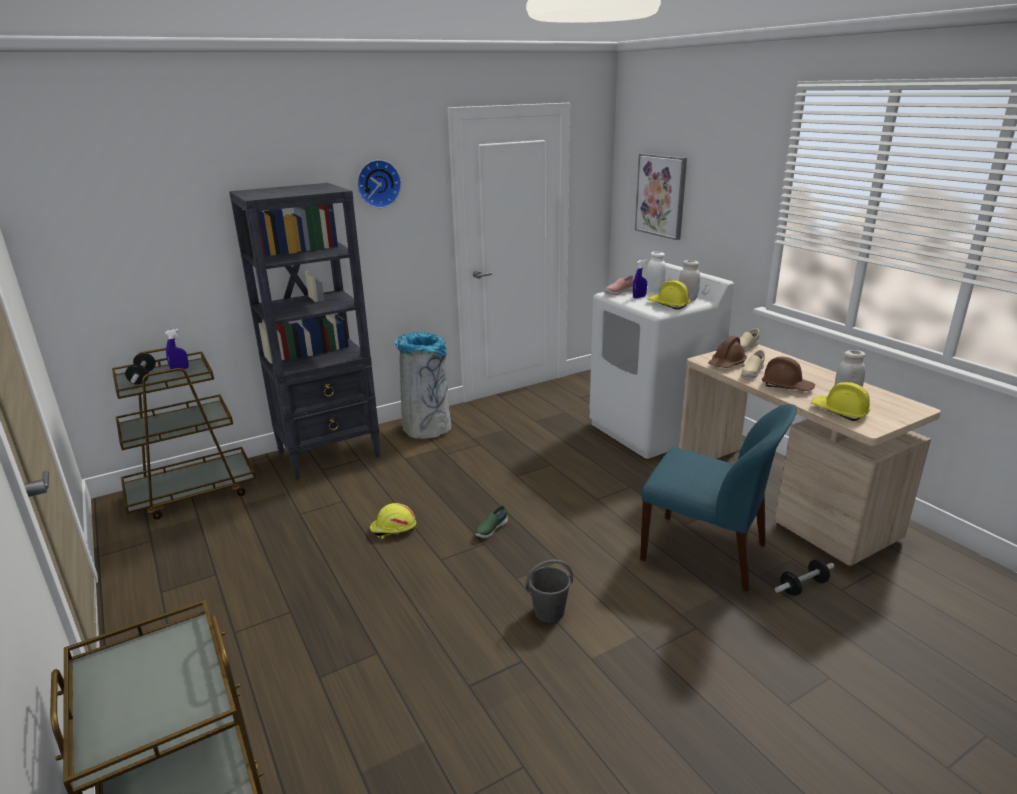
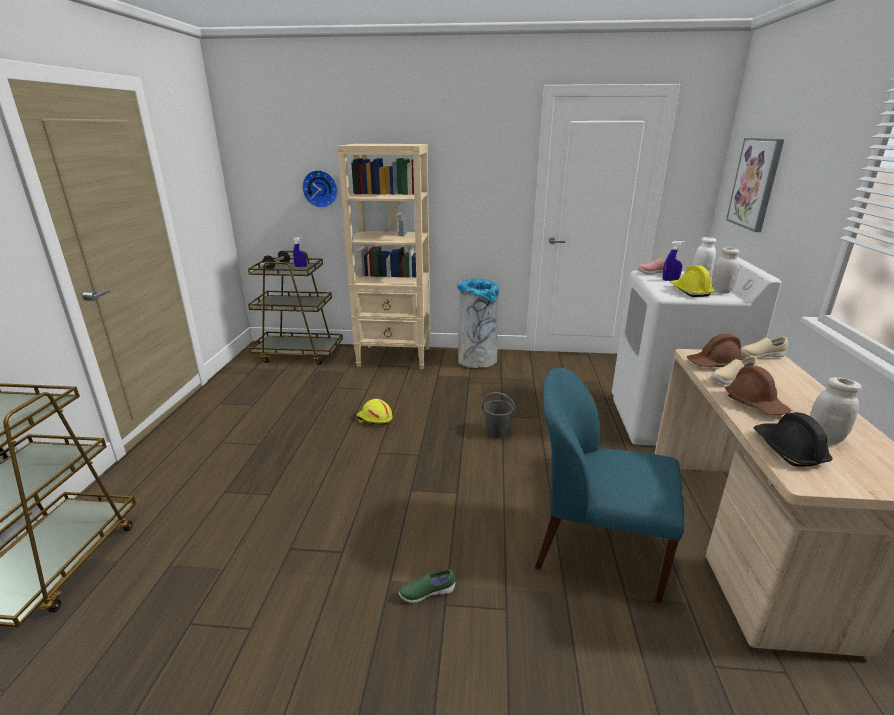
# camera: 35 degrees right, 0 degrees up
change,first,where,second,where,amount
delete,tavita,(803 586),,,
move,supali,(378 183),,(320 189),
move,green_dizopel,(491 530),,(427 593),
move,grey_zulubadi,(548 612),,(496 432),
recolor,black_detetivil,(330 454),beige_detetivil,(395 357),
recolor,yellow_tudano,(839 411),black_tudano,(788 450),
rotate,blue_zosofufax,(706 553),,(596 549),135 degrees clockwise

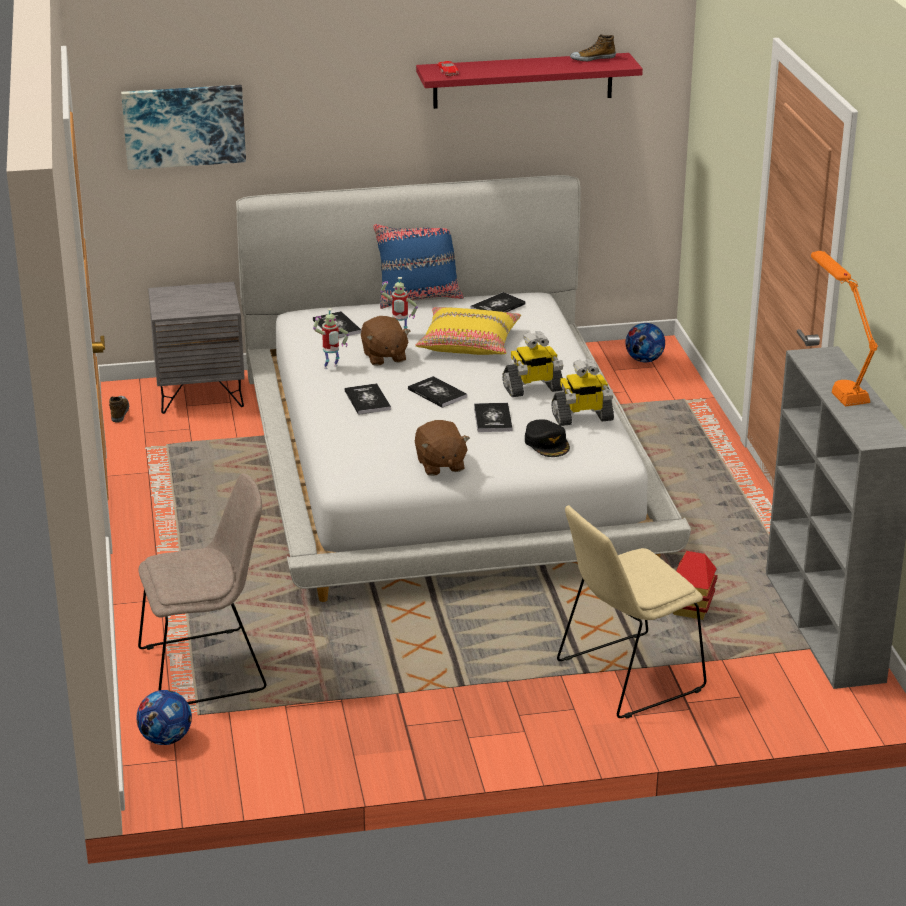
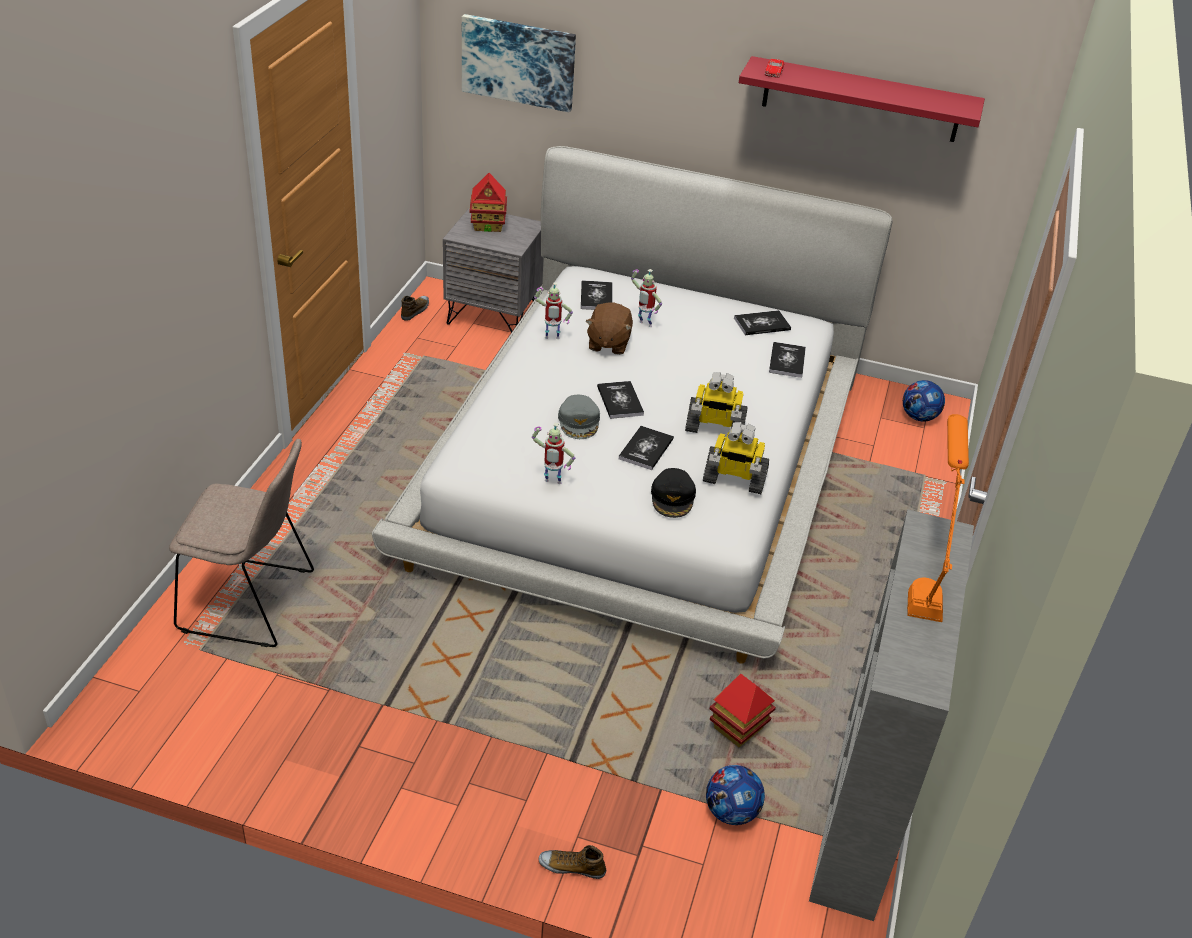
# camera: 25 degrees right, 10 degrees up
change,first,where,second,where,amount
delete,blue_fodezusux,(418 298),,,
delete,yellow_fodezusux,(469 343),,,
delete,beige_zosofufax,(625 677),,,
insert,,,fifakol,(488 225),
insert,,,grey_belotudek,(579 421),
move,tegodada,(166 739),,(731 812),
move,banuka,(367 400),,(787 361),
move,dizopel,(592 58),,(572 867),
replace,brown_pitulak,(440 465),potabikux,(552 483),

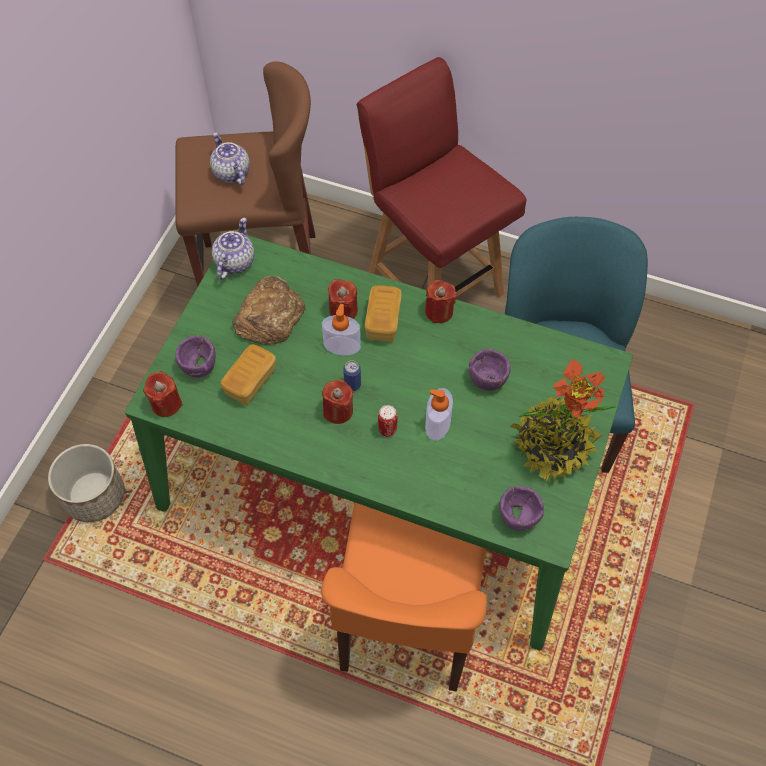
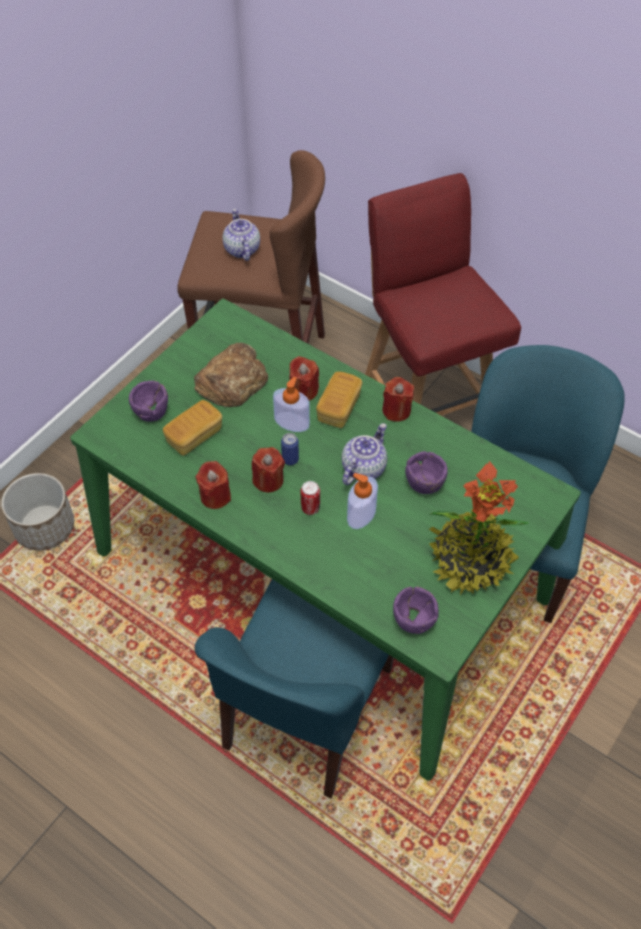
# camera: 15 degrees right, 5 degrees down
change,first,where,second,where,amount
move,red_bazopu,(166 404),,(215 496),
move,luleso,(234 262),,(363 467),
recolor,orange_zosofufax,(408 614),blue_zosofufax,(306 711),

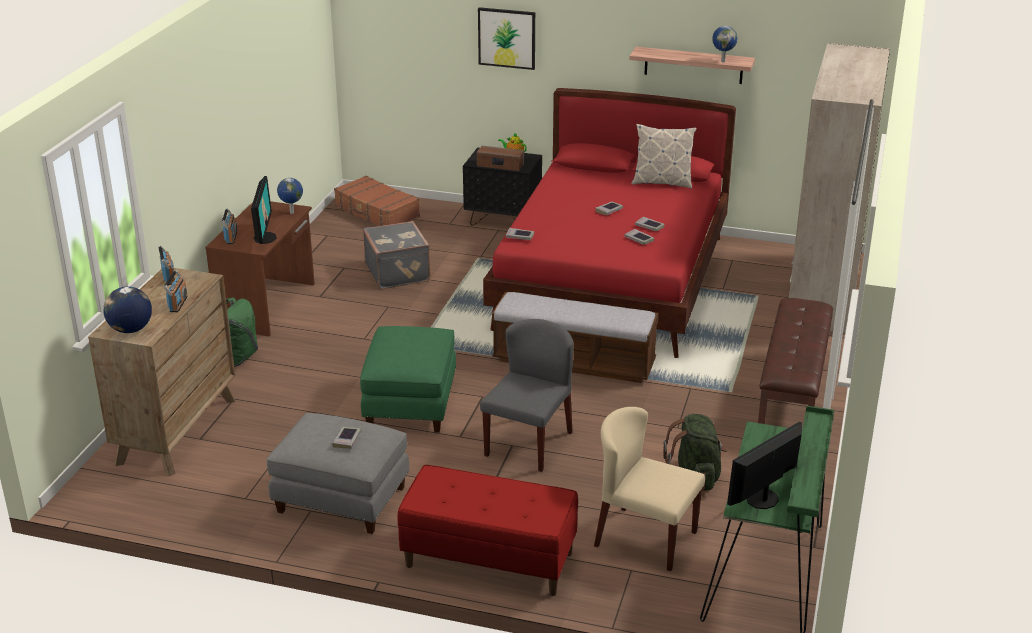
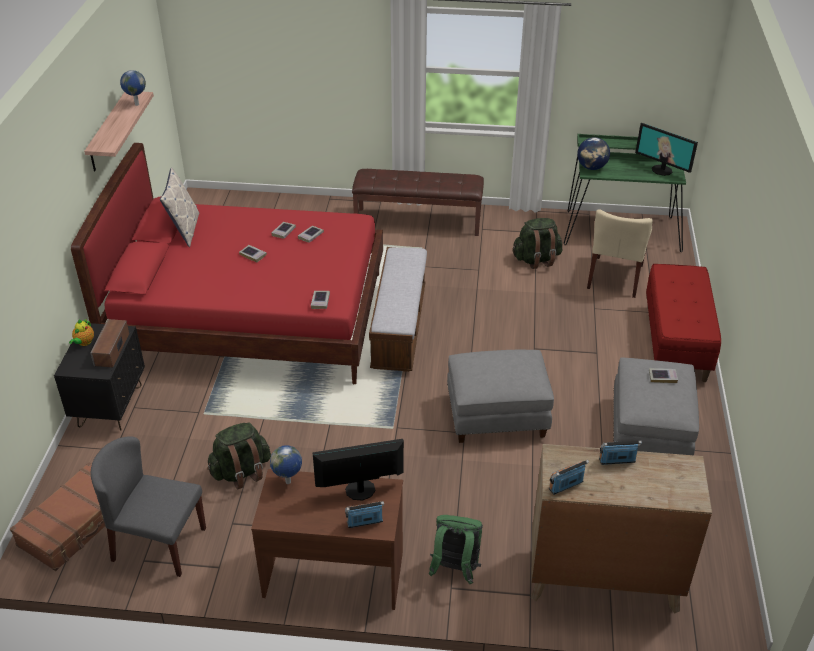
# camera: 100 degrees left, 10 degrees up
change,first,where,second,where,amount
delete,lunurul,(507 38),,,
delete,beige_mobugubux,(824 291),,,
move,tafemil,(130 330),,(591 167),
move,grey_zosofufax,(528 443),,(158 544),
replace,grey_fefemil,(398 272),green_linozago,(241 472),
recolor,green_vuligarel,(411 404),grey_vuligarel,(497 415),

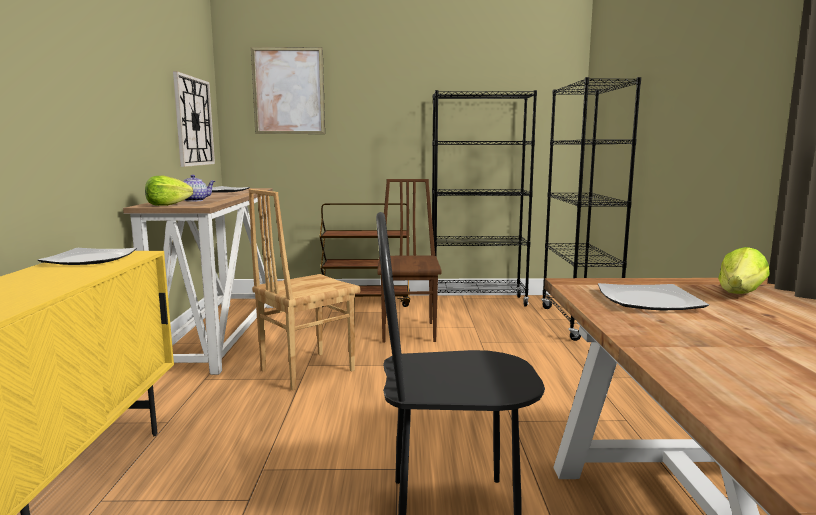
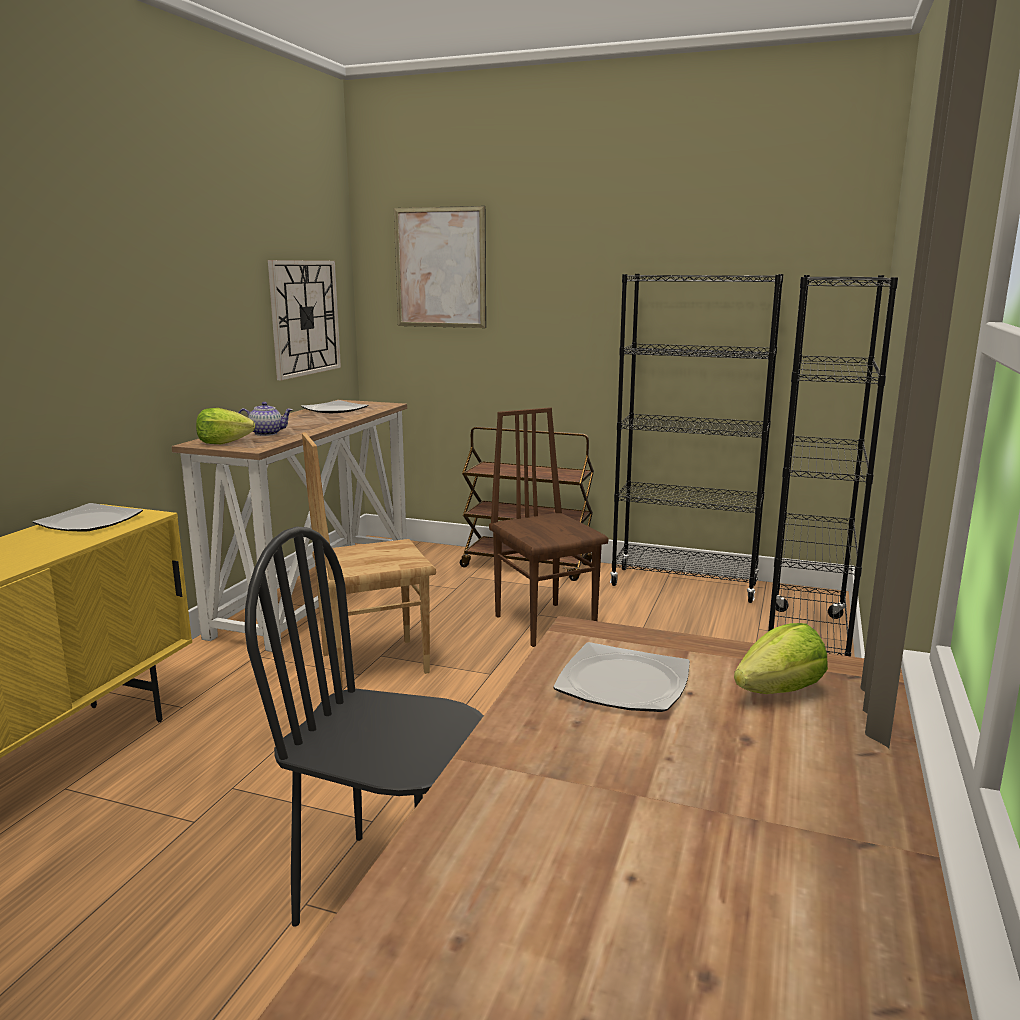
# camera: 20 degrees right, 5 degrees up
change,first,where,second,where,amount
rotate,brown_zosofufax,(409 332),,(546 623),45 degrees counterclockwise

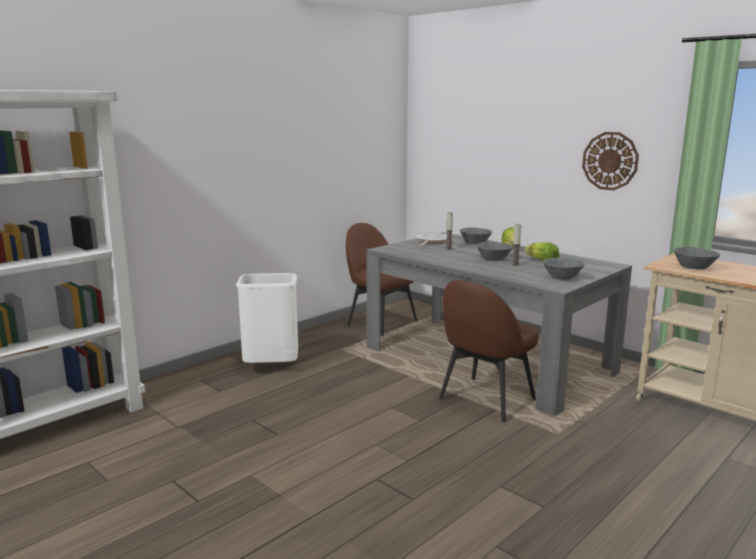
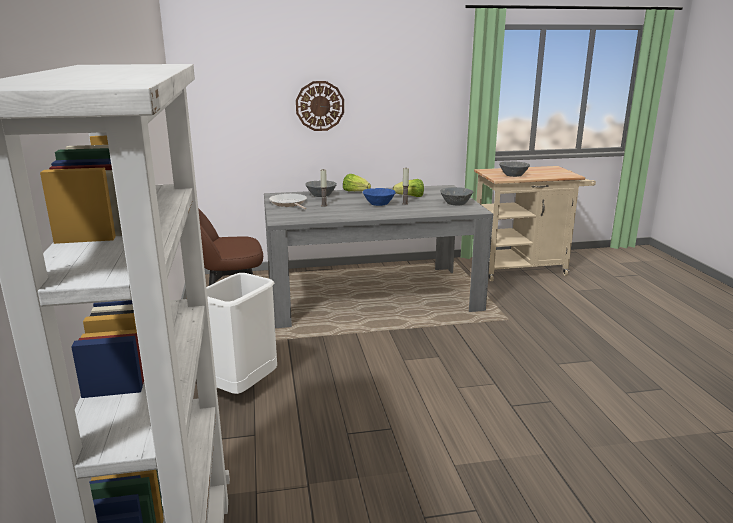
# camera: 55 degrees left, 5 degrees up
change,first,where,second,where,amount
delete,brown_zosofufax,(485 400),,,
move,supali,(610 161),,(320 106),
recolor,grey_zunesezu,(493 259),blue_zunesezu,(379 204),

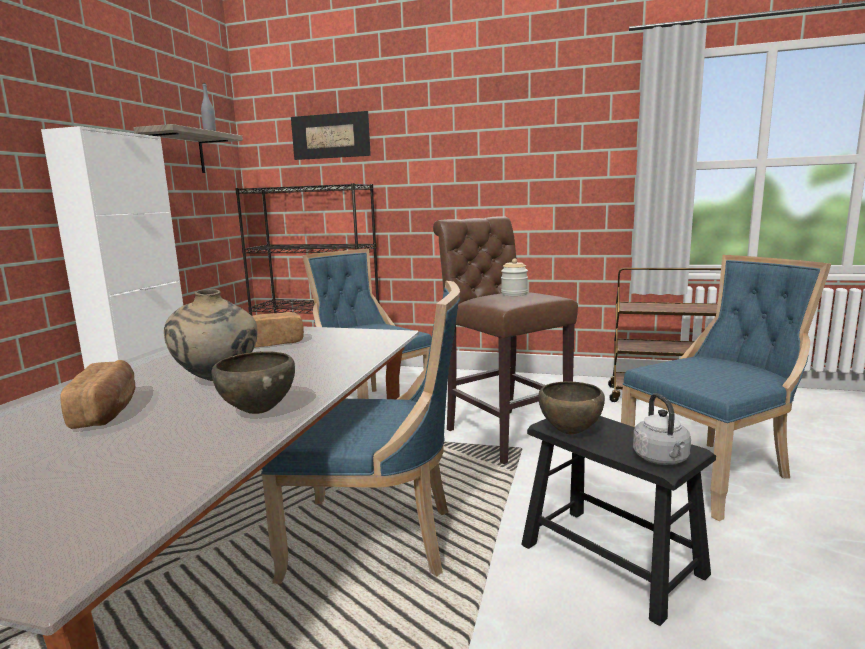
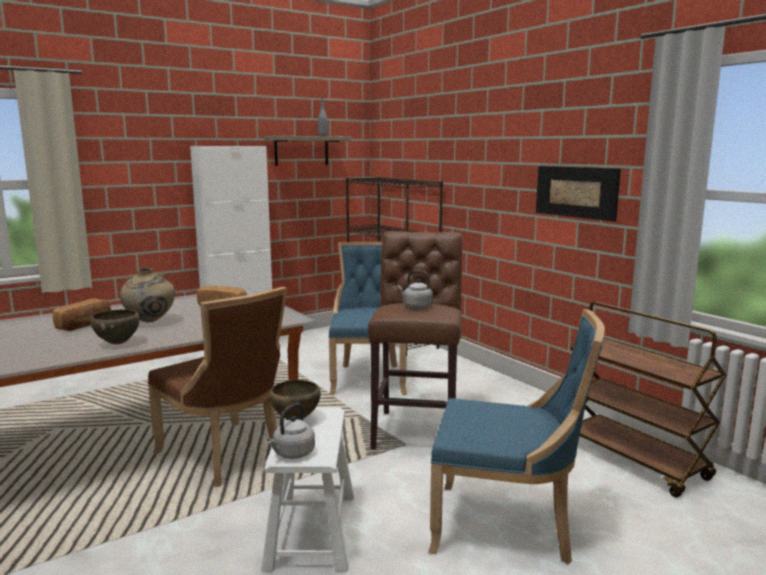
# camera: 40 degrees right, 0 degrees up
change,first,where,second,where,amount
move,lunurul,(330 136),,(575 192),
replace,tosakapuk,(514 294),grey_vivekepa,(416 306),
recolor,blue_zosofufax,(377 540),brown_zosofufax,(225 456),
recolor,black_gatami,(611 559),white_gatami,(312 530),

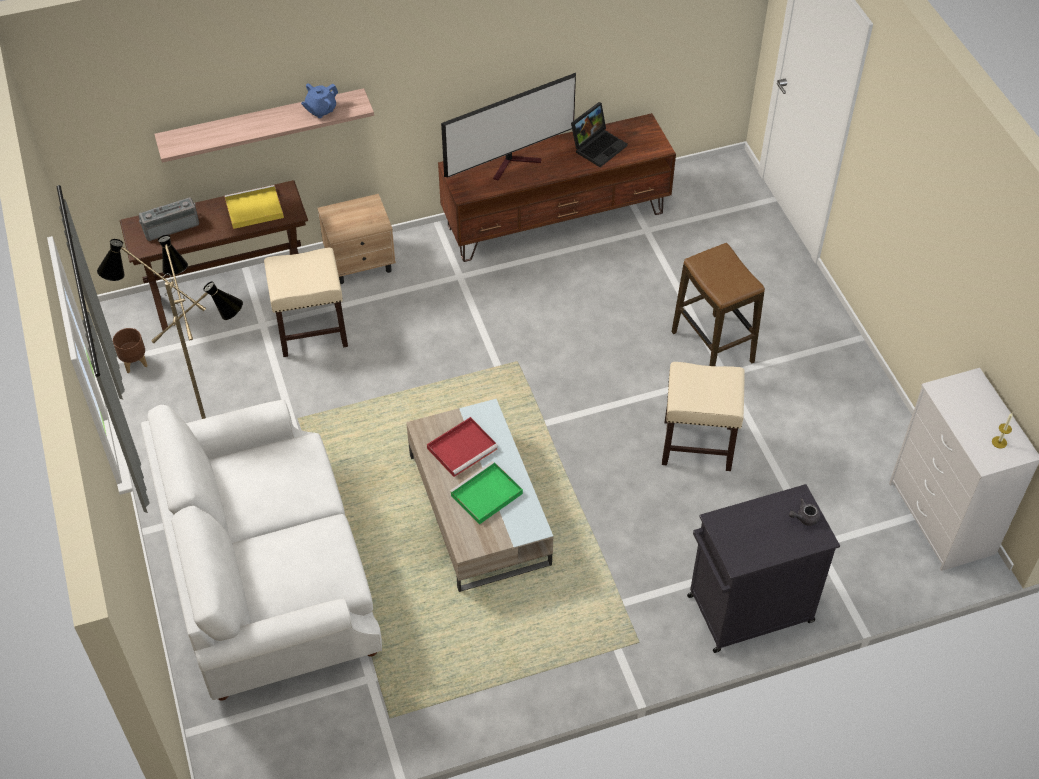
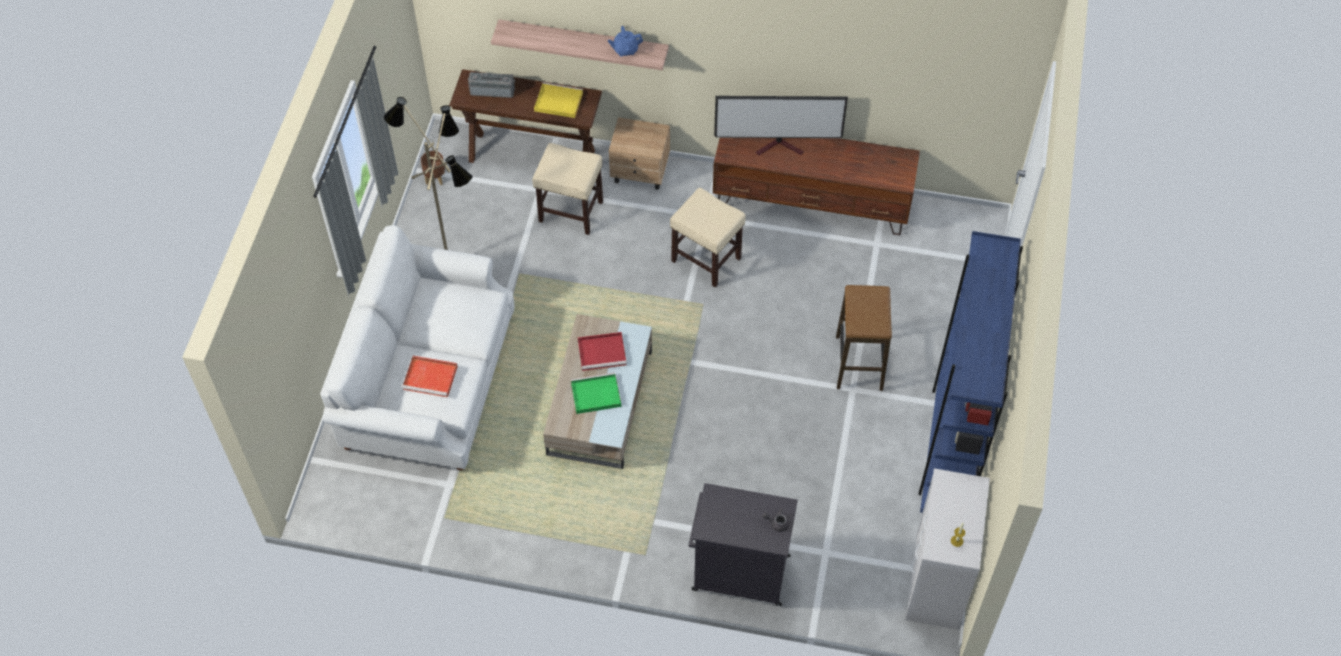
# camera: 30 degrees right, 5 degrees up
change,first,where,second,where,amount
delete,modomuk,(598 146),,,
insert,,,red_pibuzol,(431 377),
insert,,,blue_detetivil,(950 446),
move,beige_gatami,(698 445),,(707 259),

